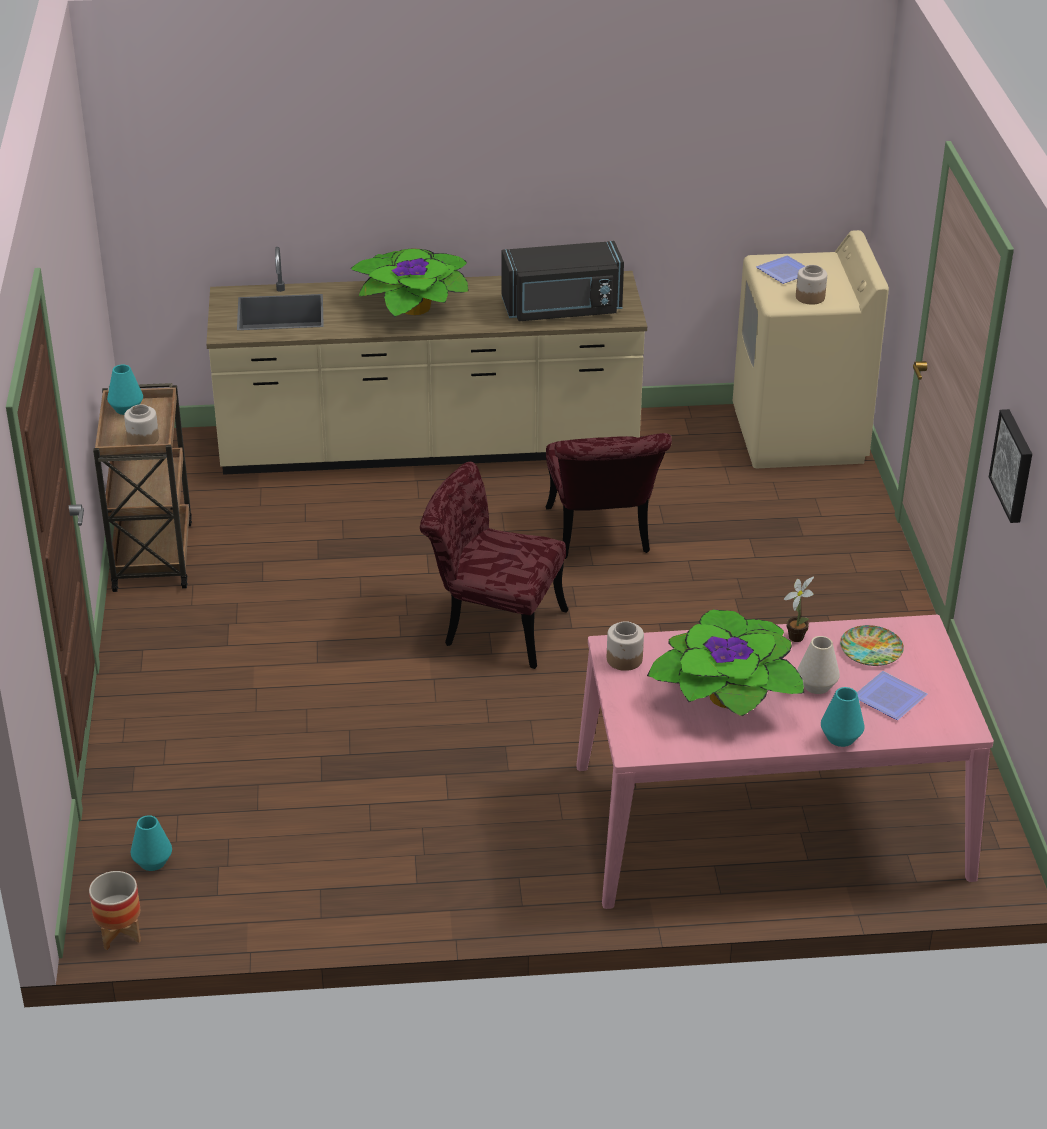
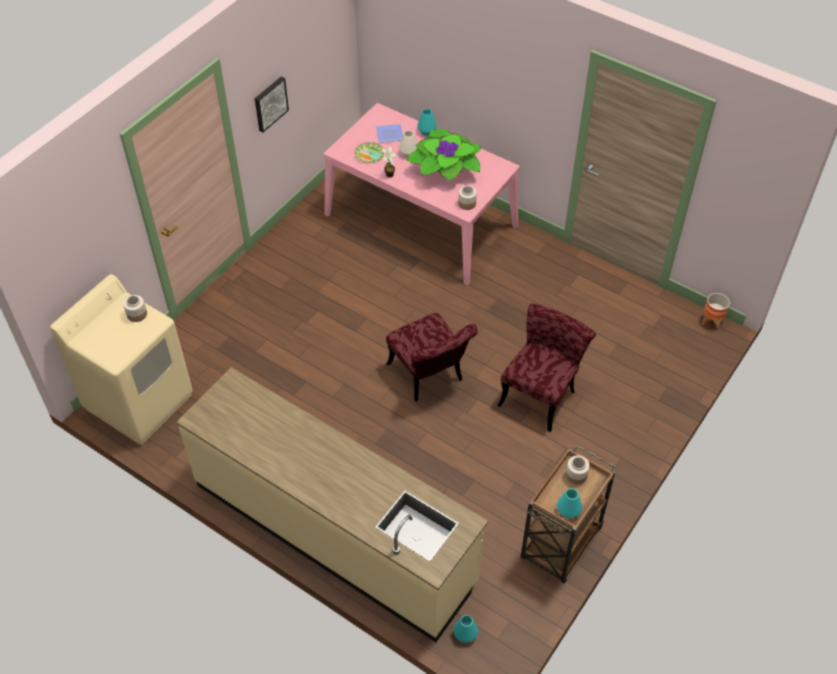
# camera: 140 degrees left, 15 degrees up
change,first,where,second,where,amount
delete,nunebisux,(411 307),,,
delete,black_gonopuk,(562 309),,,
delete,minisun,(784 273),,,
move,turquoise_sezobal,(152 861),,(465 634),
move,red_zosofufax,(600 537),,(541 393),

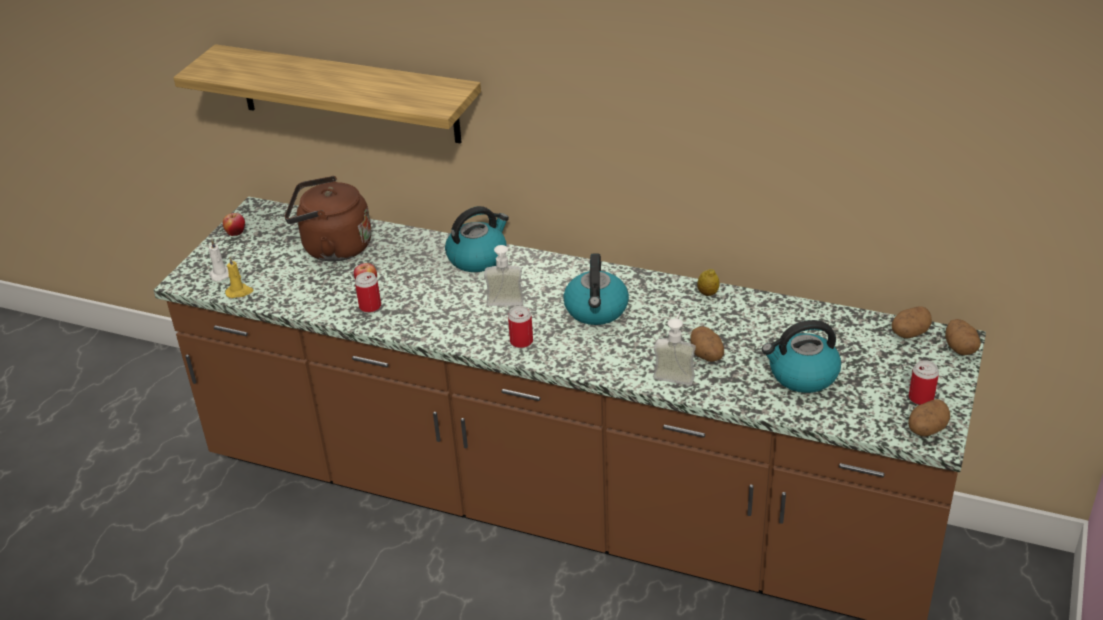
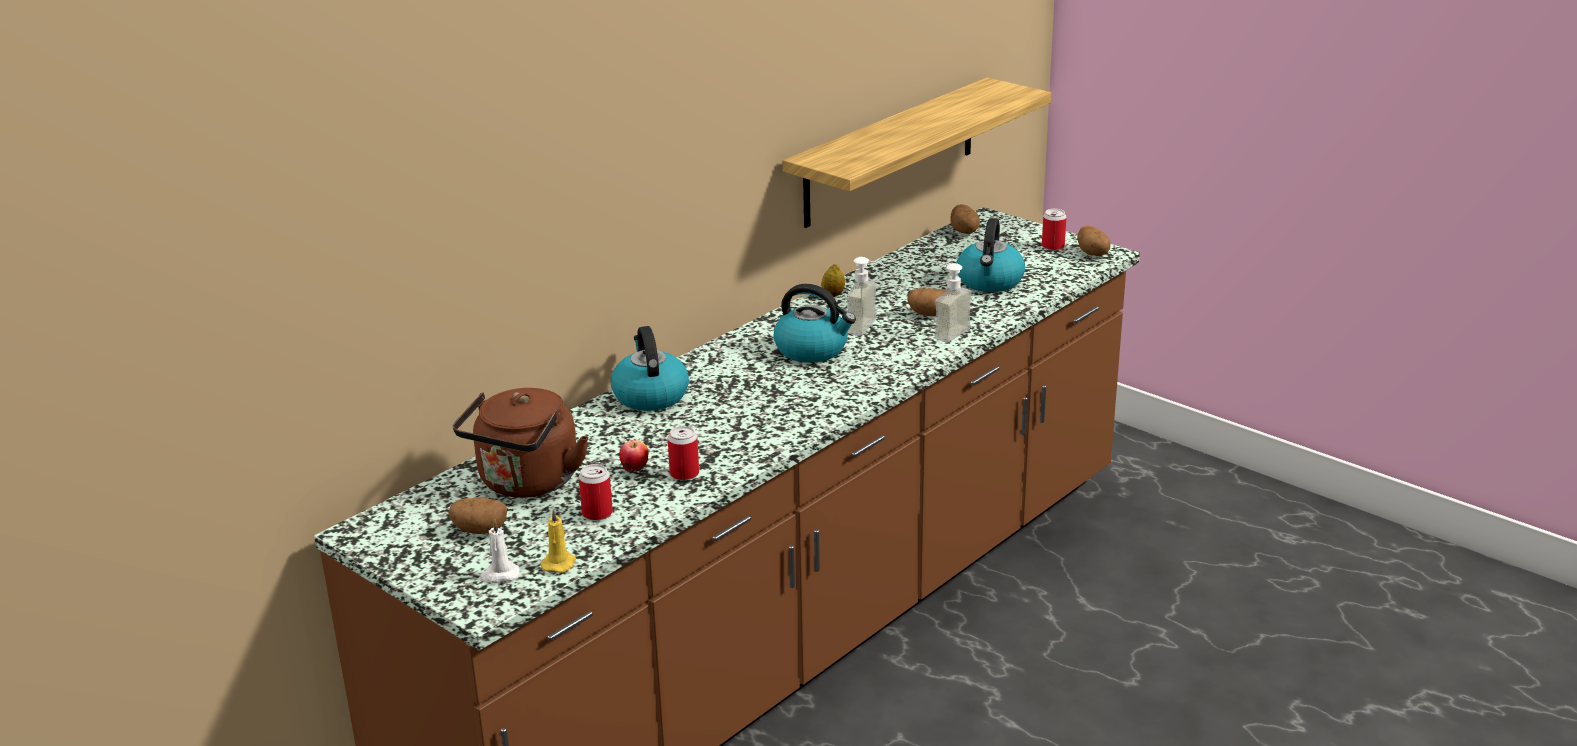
# camera: 70 degrees left, 10 degrees down
change,first,where,second,where,amount
delete,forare,(236 233),,,
move,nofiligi,(347 94),,(890 152),
move,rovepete,(504 306),,(869 328),
move,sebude,(521 341),,(597 513),
move,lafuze,(960 348),,(479 530),

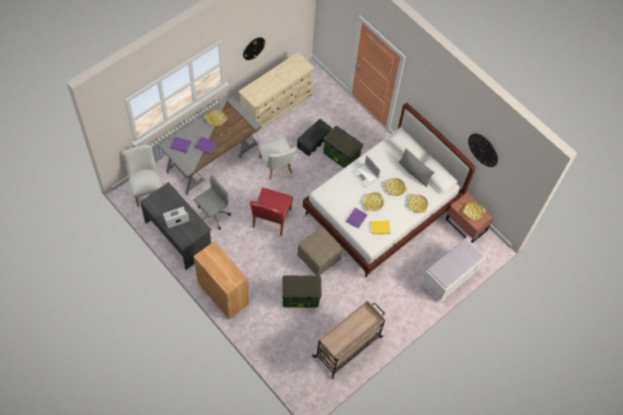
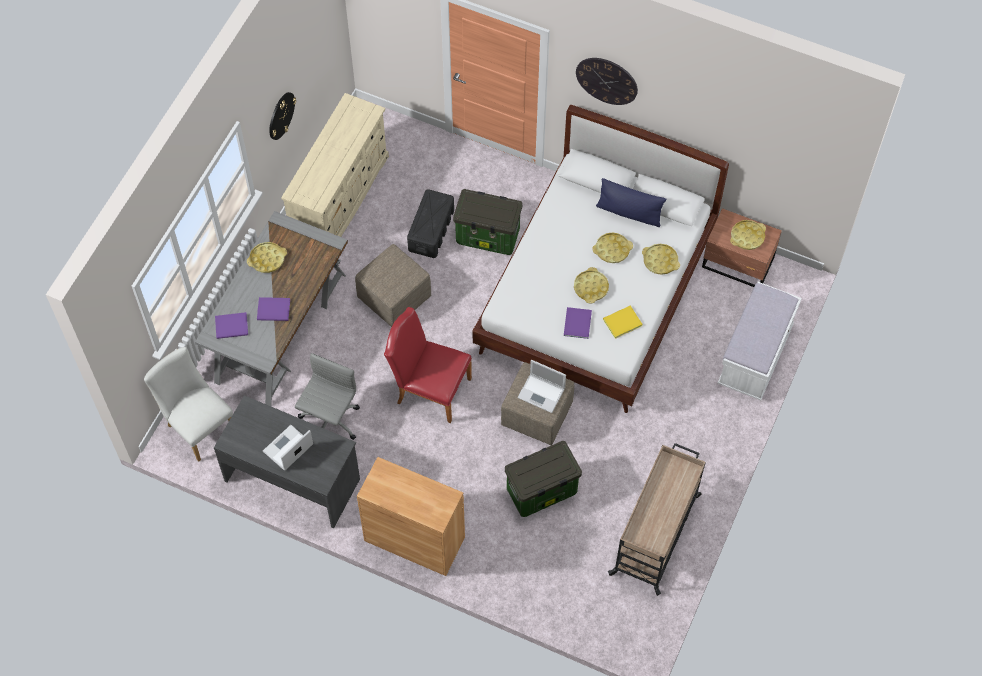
# camera: 20 degrees left, 0 degrees up
change,first,where,second,where,amount
move,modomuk,(365 175),,(542 393),
move,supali,(483 149),,(607 80),
replace,white_zosofufax,(277 167),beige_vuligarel,(394 298),
recolor,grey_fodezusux,(414 172),blue_fodezusux,(629 213),
rotate,red_zosofufax,(270 220),,(429 388),120 degrees clockwise

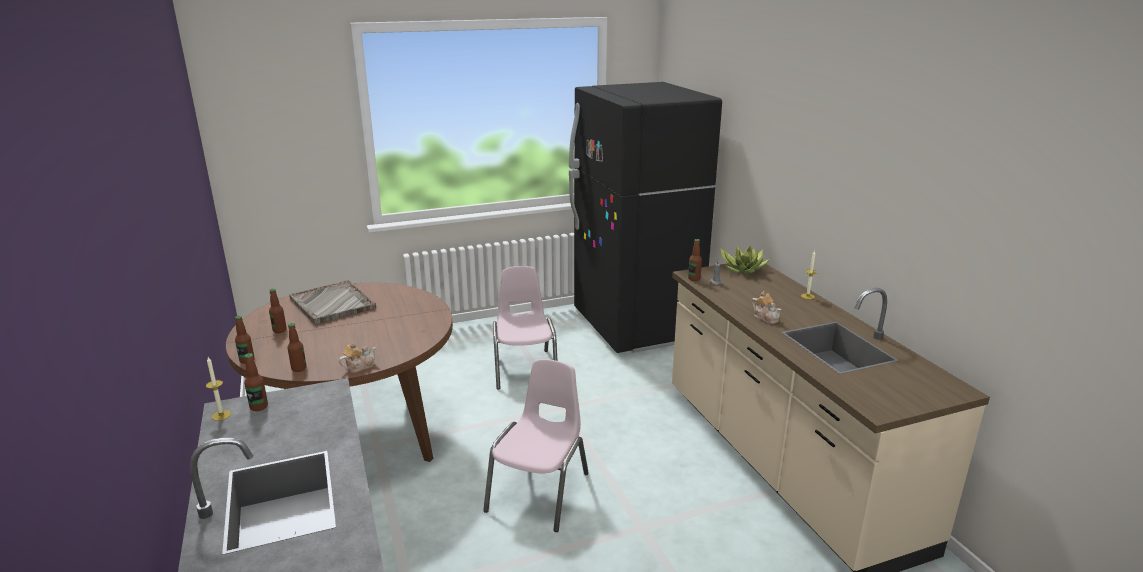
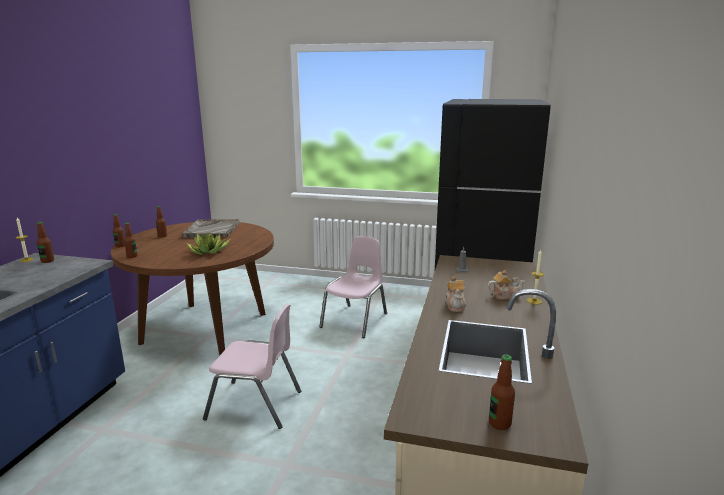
# camera: 35 degrees right, 5 degrees down
change,first,where,second,where,amount
move,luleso,(359 367),,(505 295),
move,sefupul,(694 279),,(499 423),
move,nunebisux,(743 269),,(209 251),
rotate,pink_zosofufax,(540 492),,(255 405),45 degrees clockwise

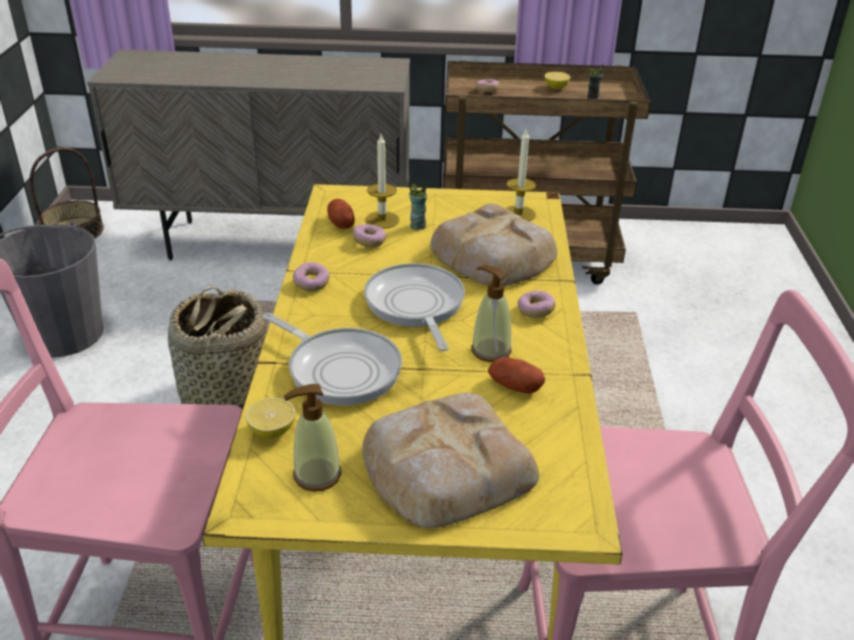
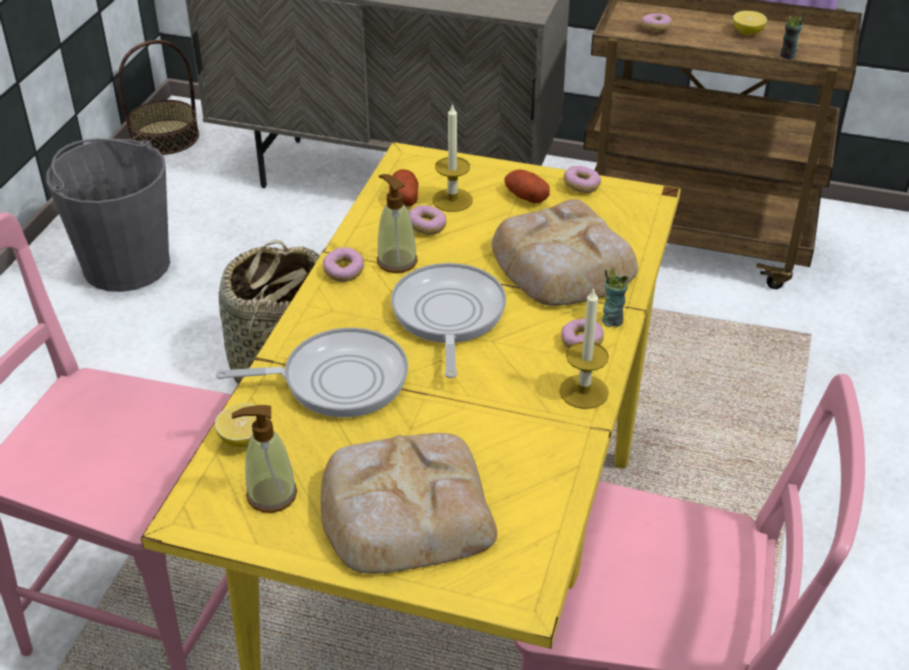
# camera: 15 degrees right, 5 degrees up
change,first,where,second,where,amount
insert,,,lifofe,(581 186),
move,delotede,(417 226),,(612 320),
move,rovepete,(490 350),,(396 261),
move,lafuze,(514 386),,(526 197),
move,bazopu,(518 214),,(583 391),
rotate,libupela,(340 369),,(337 380),60 degrees counterclockwise

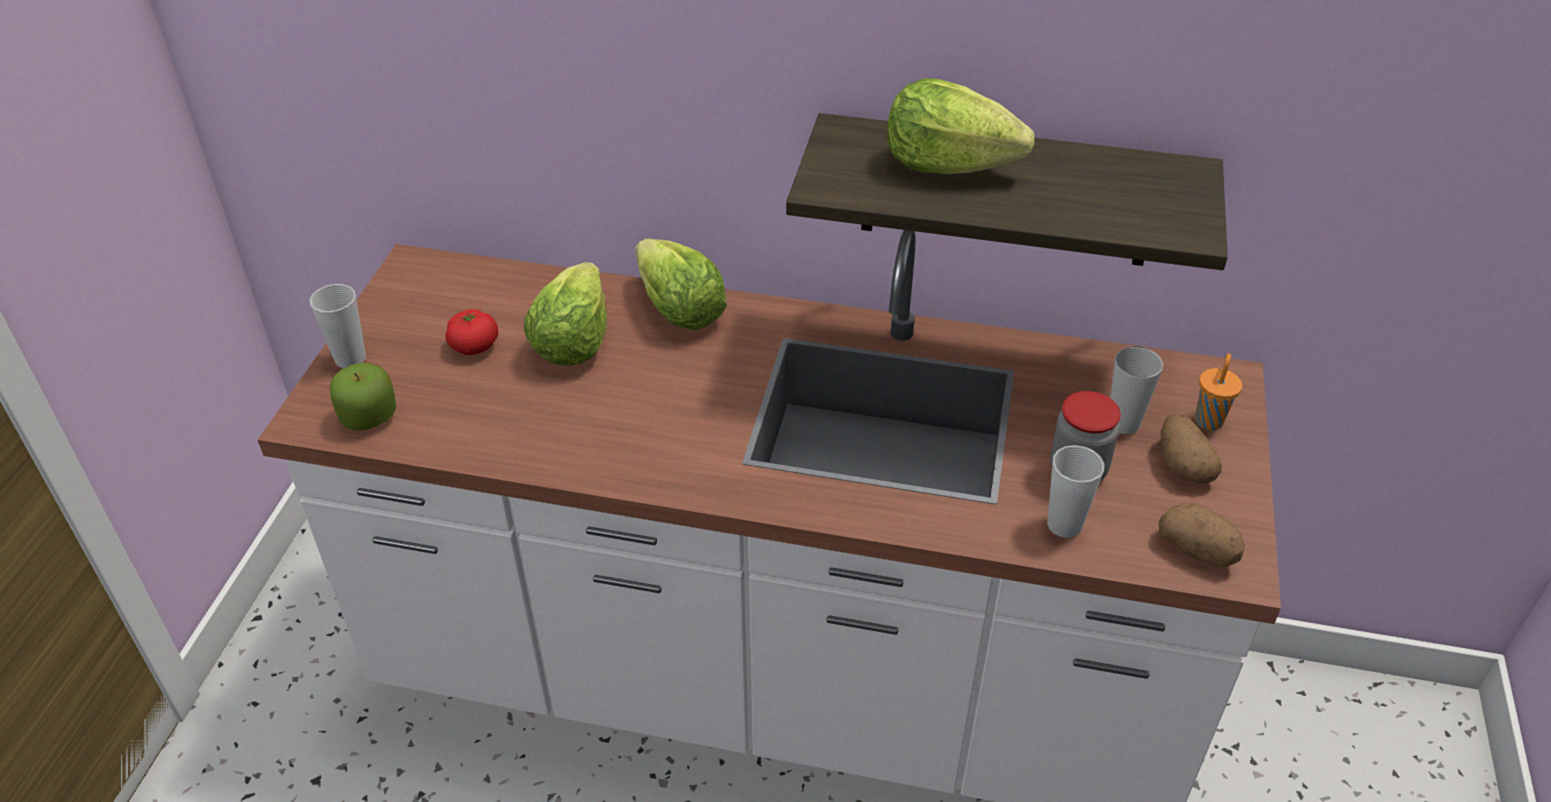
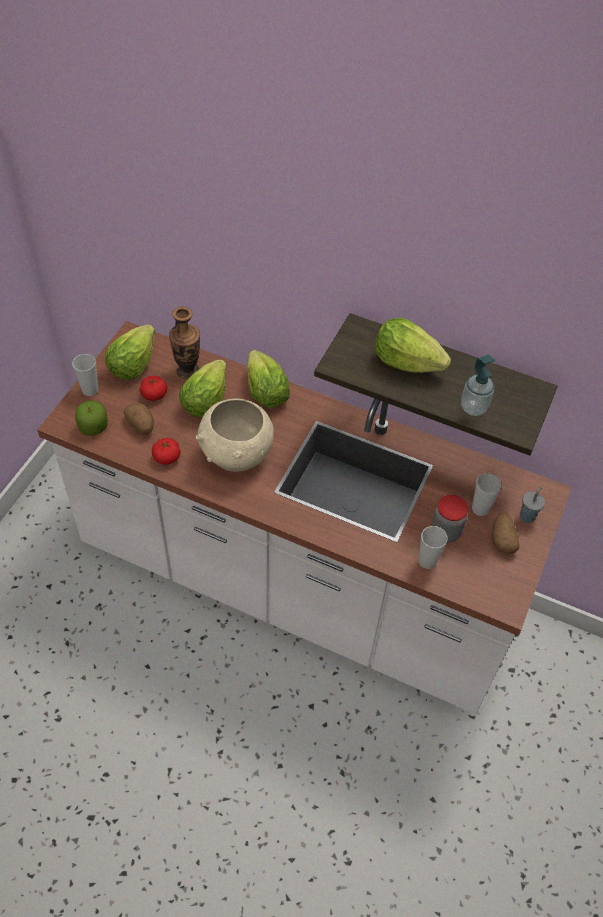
# camera: 10 degrees right, 10 degrees up
change,first,where,second,where,amount
insert,,,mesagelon,(132 365),
insert,,,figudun,(167 457),
insert,,,sezobal,(188 371),
insert,,,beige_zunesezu,(236 455),
insert,,,rovepete,(473 407),
move,lafuze,(1198 550),,(141 425),
recolor,orange_delotede,(1209 420),grey_delotede,(527 516),

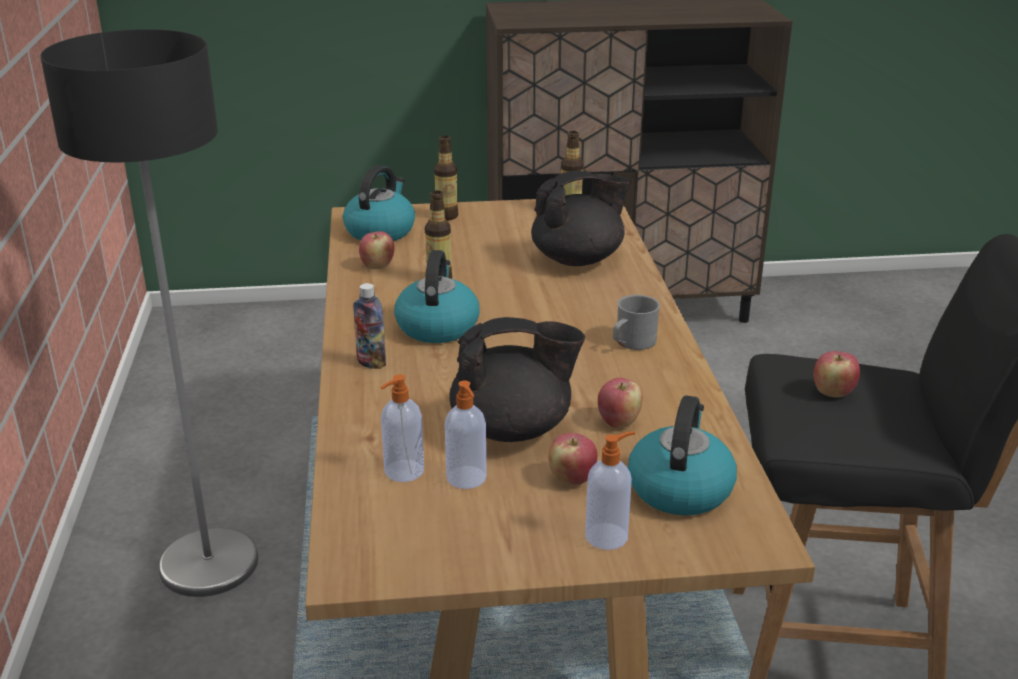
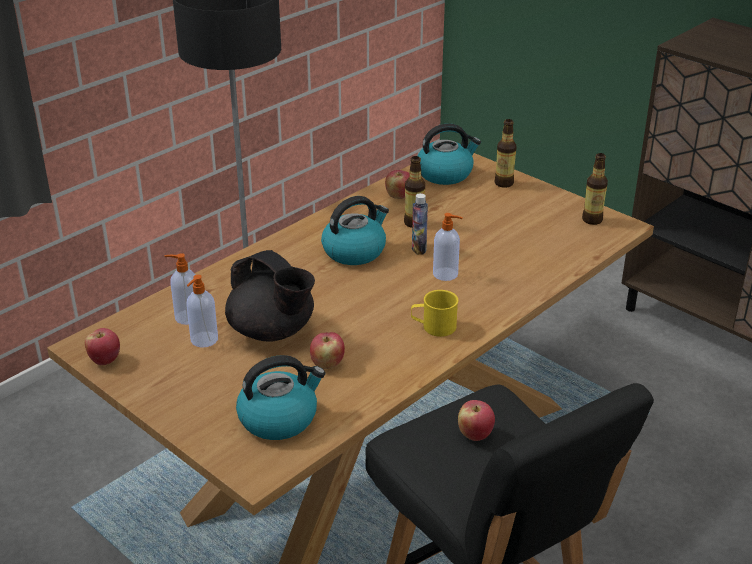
# camera: 50 degrees right, 5 degrees up
change,first,where,second,where,amount
delete,black_luleso,(578 259),,,
move,sefupul,(371 363),,(419 249),
move,forare,(572 479),,(105 360),
move,rovepete,(608 536),,(446 274),
recolor,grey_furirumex,(631 343),yellow_furirumex,(433 327),

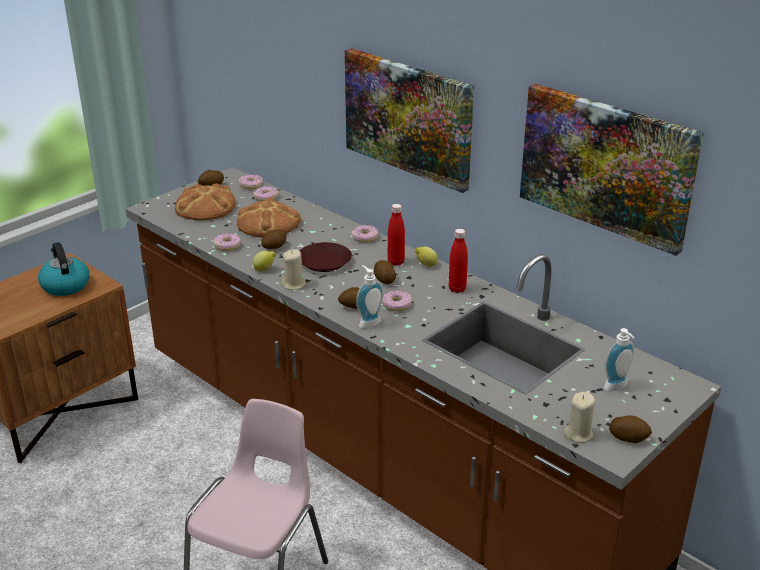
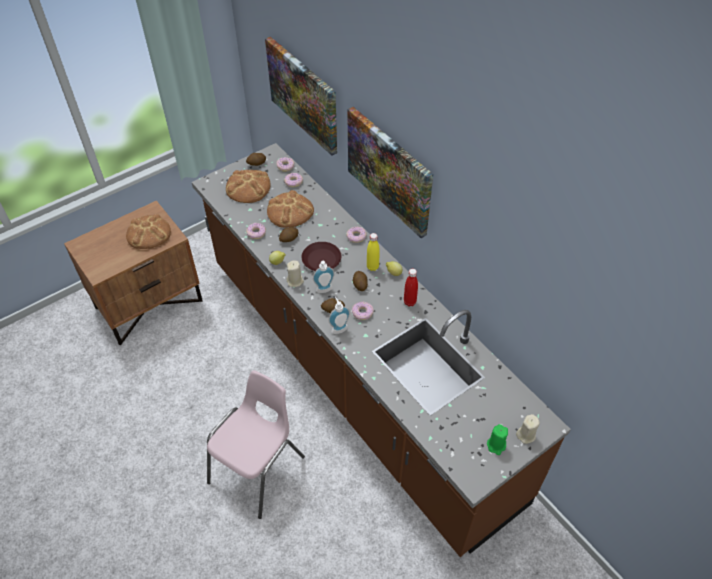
# camera: 10 degrees right, 20 degrees up
change,first,where,second,where,amount
delete,lafuze,(628 438),,,
insert,,,green_bazopu,(496 445),
move,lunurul,(606 165),,(303 94),
move,beige_bazopu,(578 434),,(526 435),
move,rovepete,(617 388),,(325 291),
replace,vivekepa,(65 285),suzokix,(148 234),
recolor,red_sefupul,(396 262),yellow_sefupul,(372 267),

